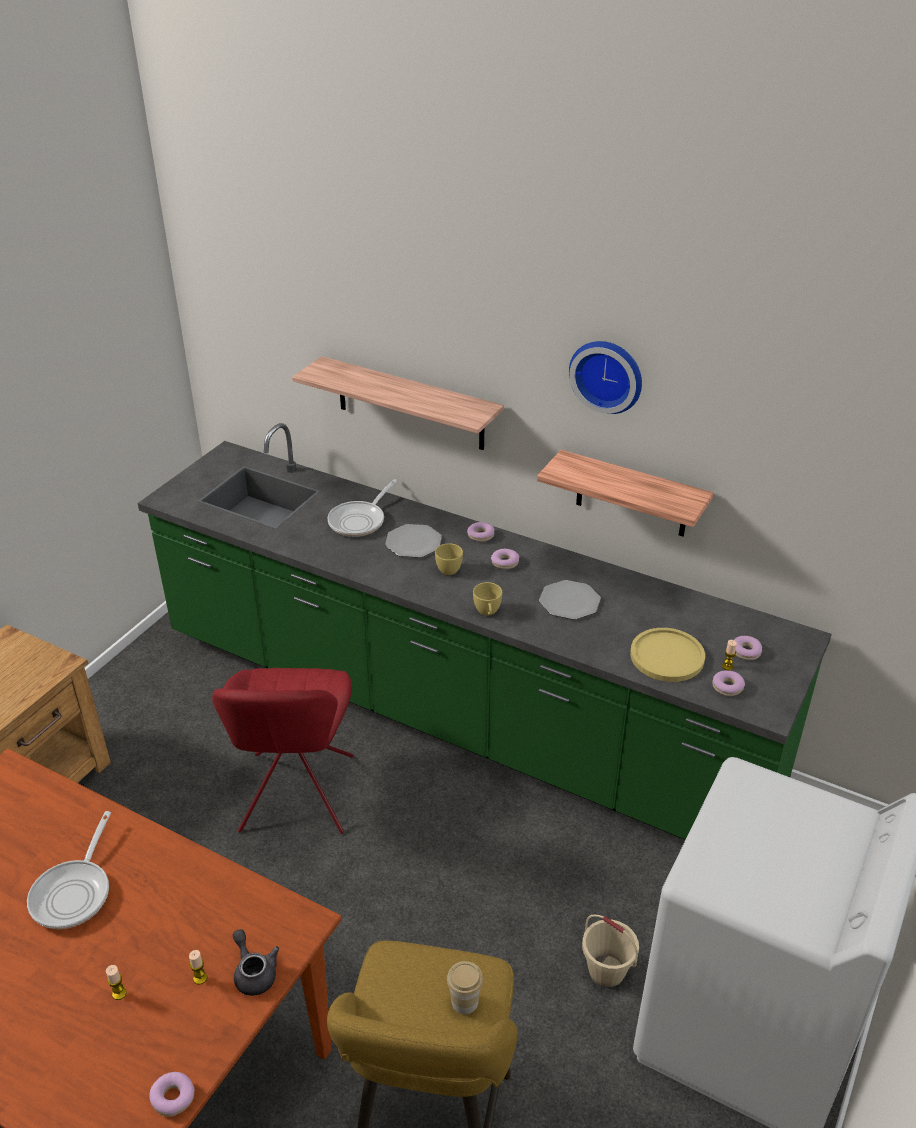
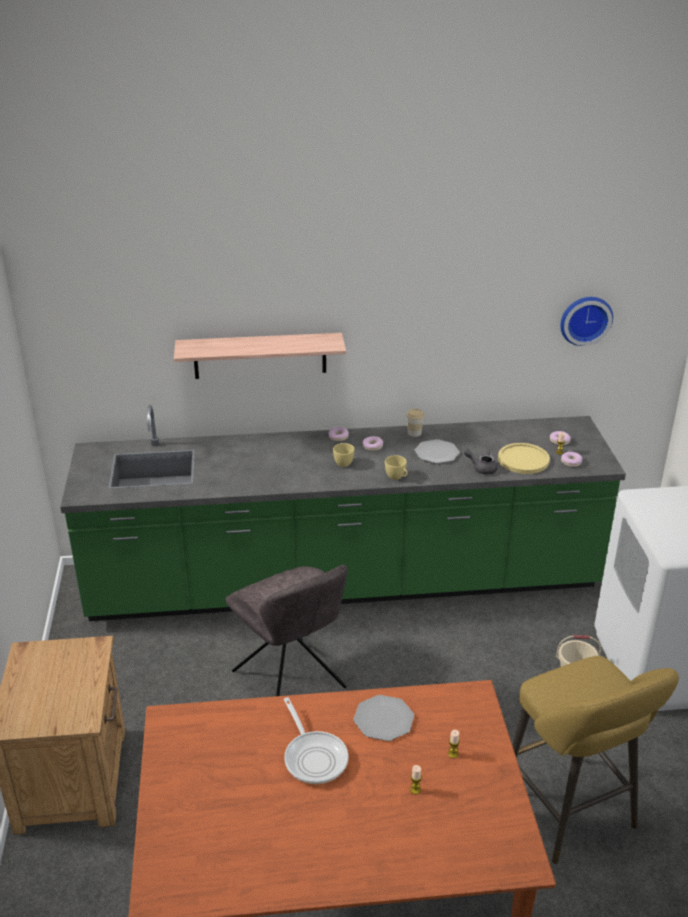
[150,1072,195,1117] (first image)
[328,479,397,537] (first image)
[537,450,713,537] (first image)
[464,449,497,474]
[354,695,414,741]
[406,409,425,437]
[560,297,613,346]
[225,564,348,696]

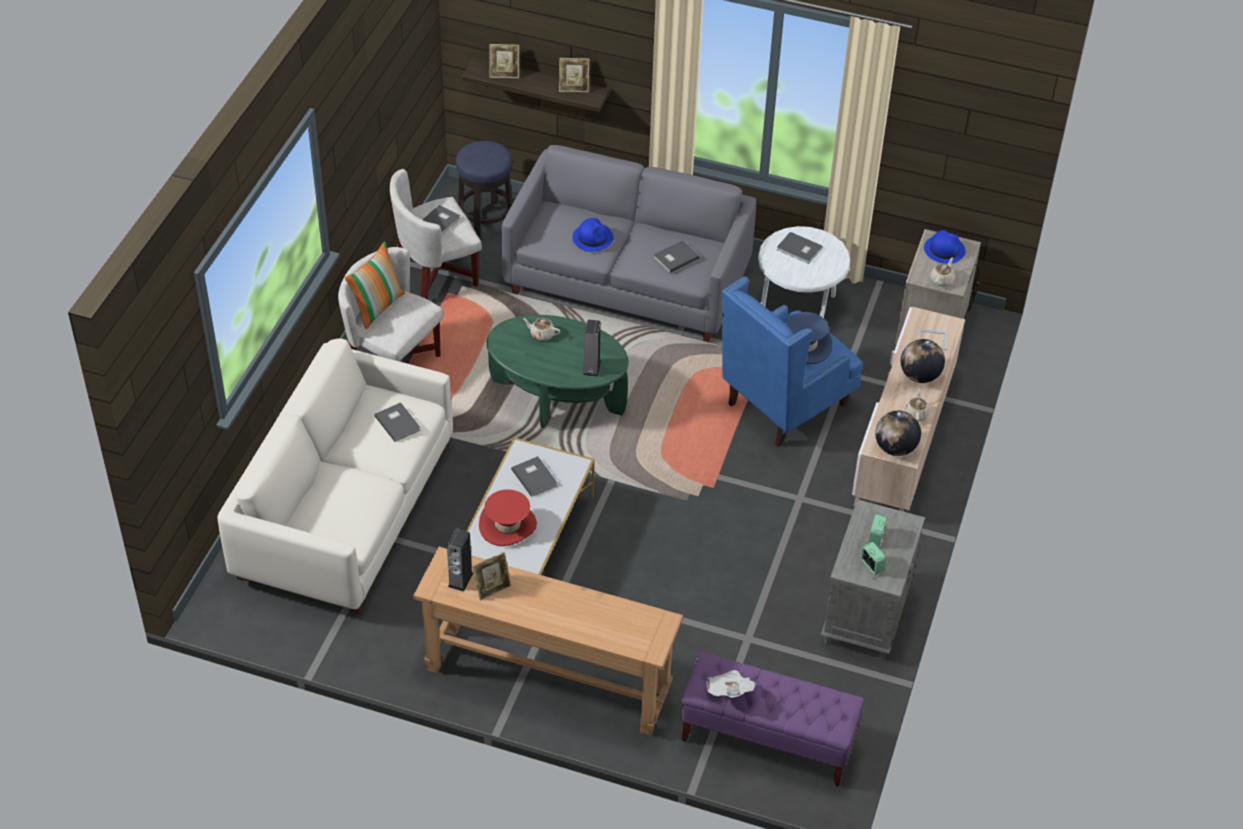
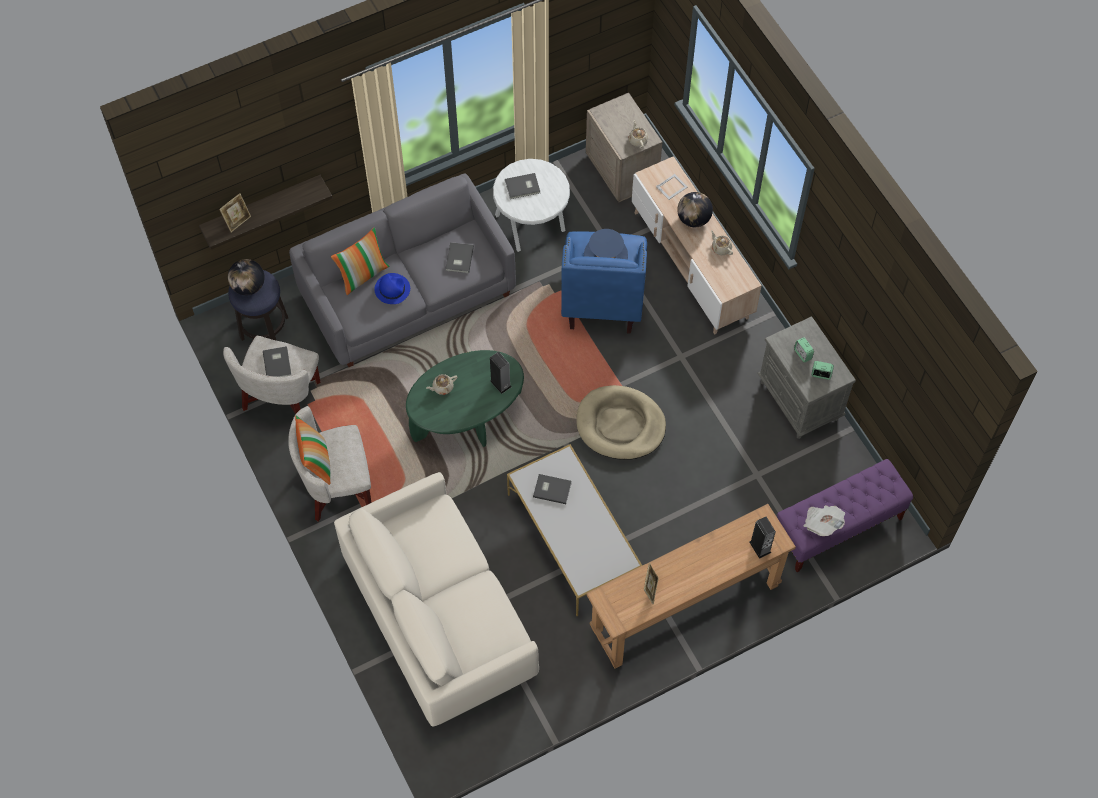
[374,402,421,442] (first image)
[479,489,537,546] (first image)
[559,58,589,92] (first image)
[924,230,966,264] (first image)
[331,227,389,295]
[577,385,666,460]
[750,517,776,559]
[228,259,265,295]

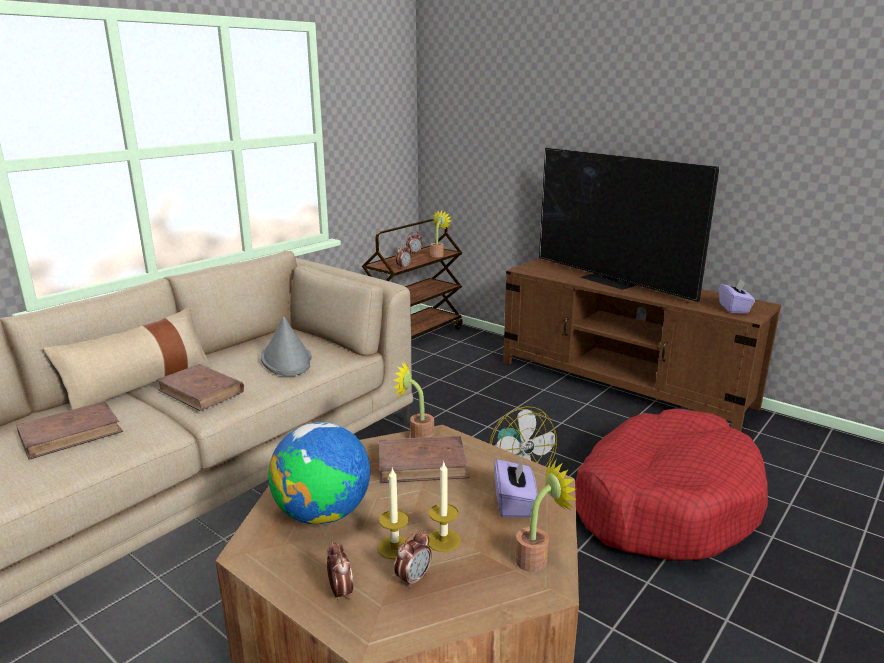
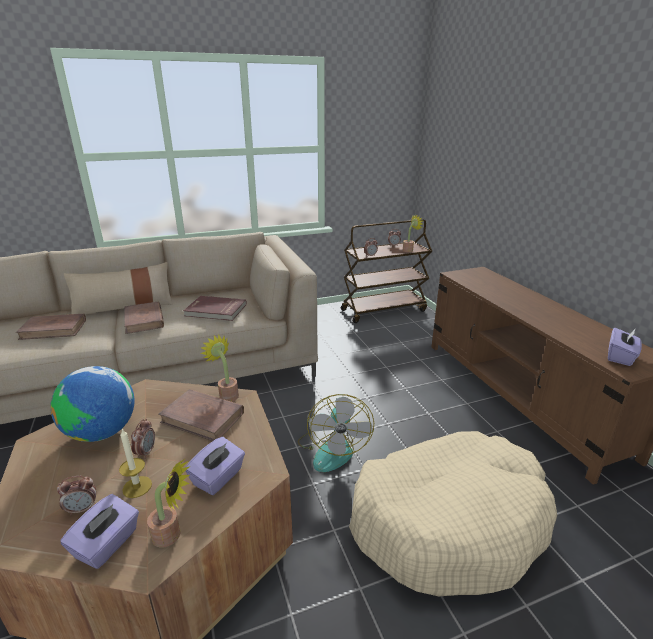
[377,467,409,559] (first image)
[539,148,719,302] (first image)
[60,494,139,569]
[131,419,155,459]
[183,296,247,321]
[349,431,557,596]

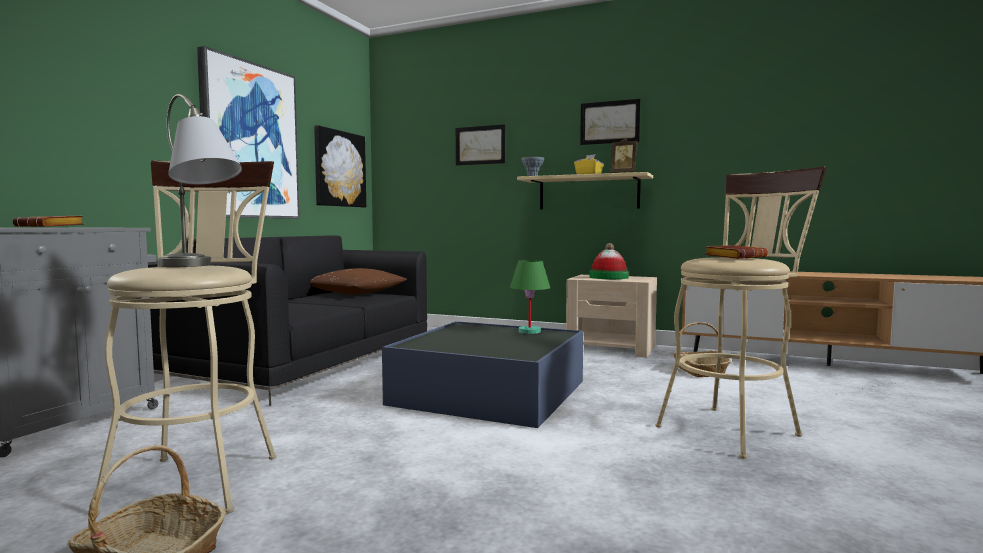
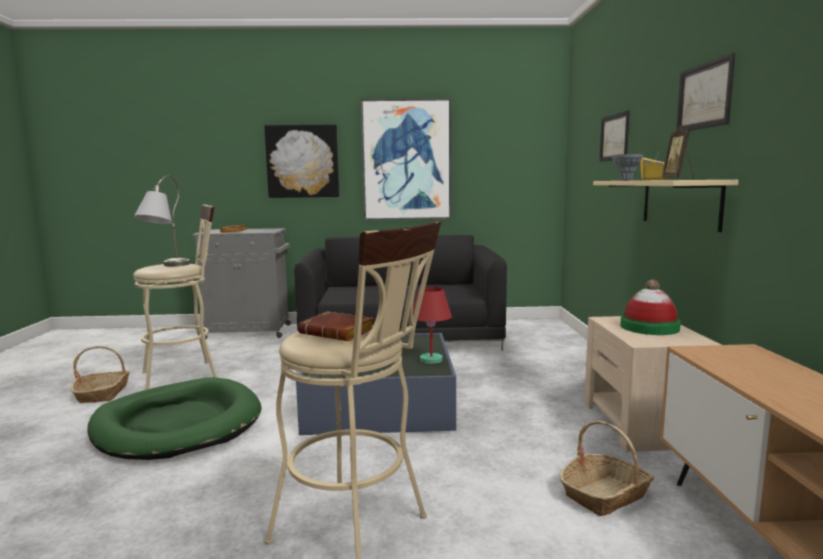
[310,268,407,294] (first image)
[88,377,262,460]
[264,124,339,198]
[413,287,452,364]

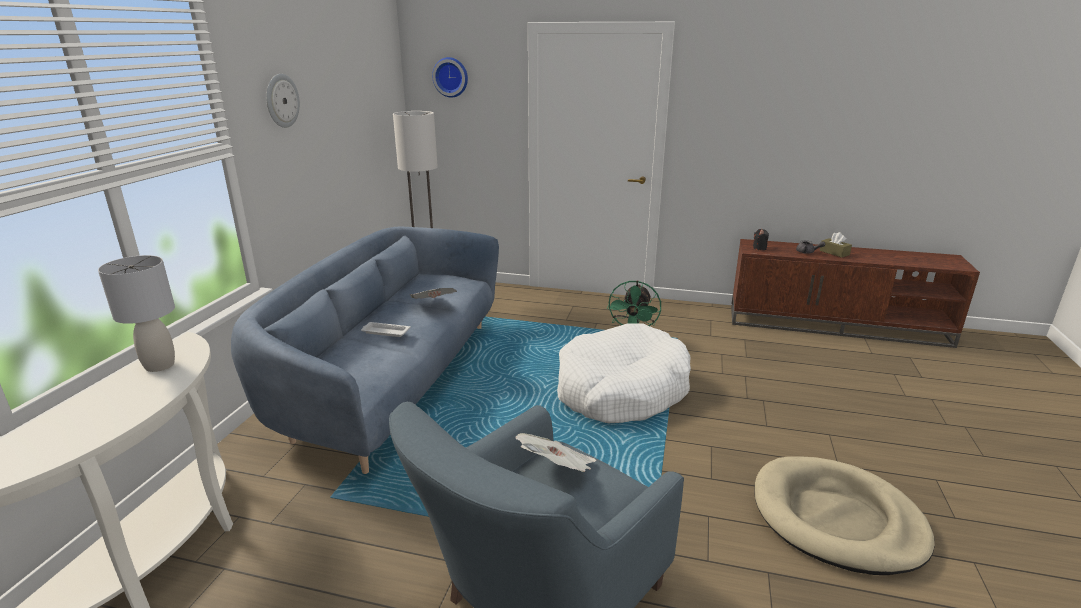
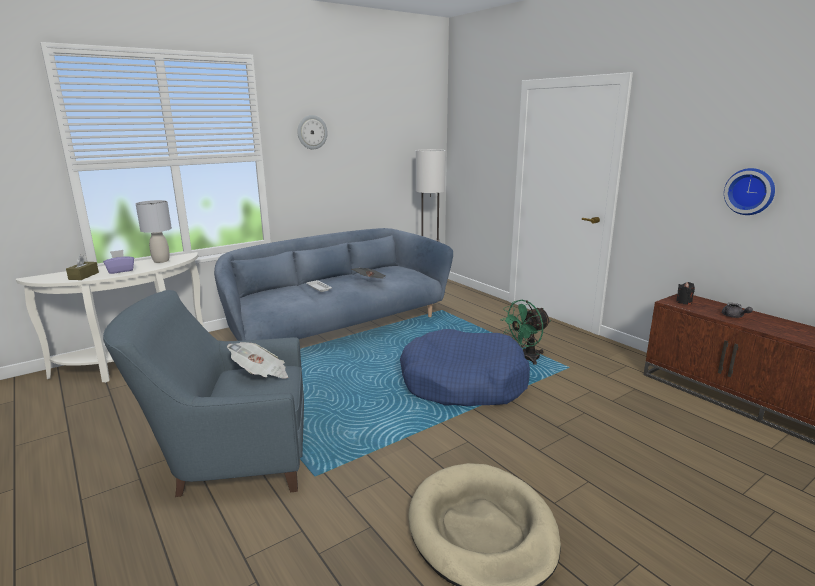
[103,250,134,274]
[724,168,775,215]
[66,254,99,280]
[400,329,530,406]

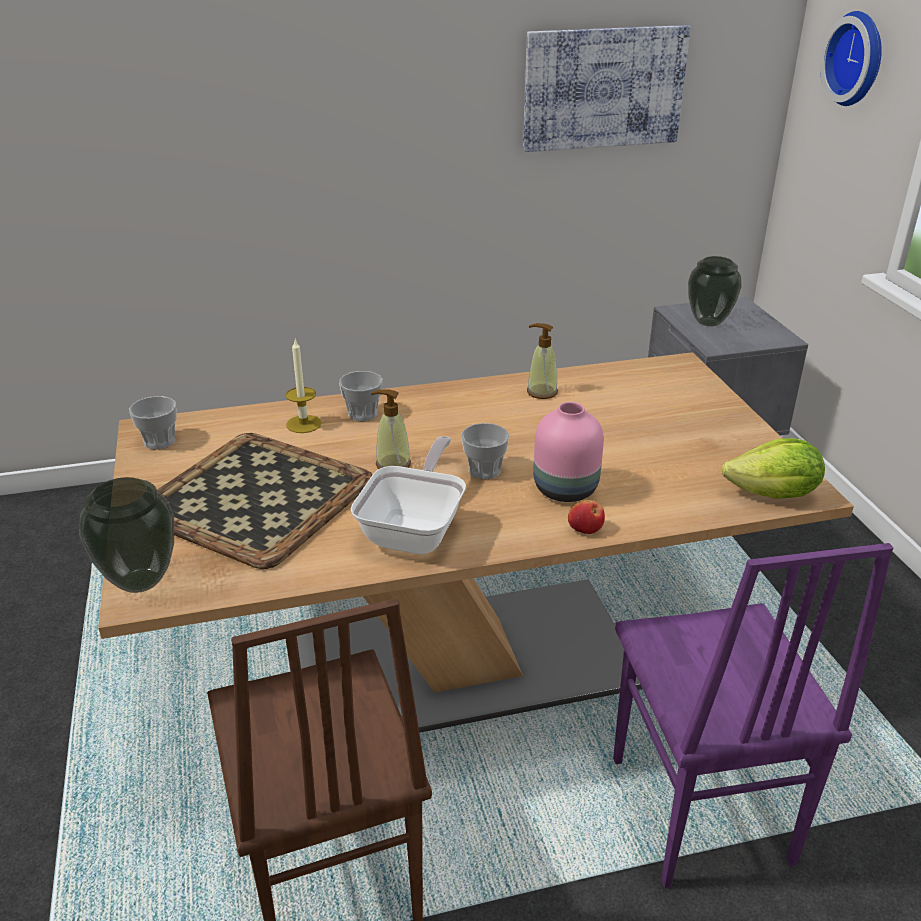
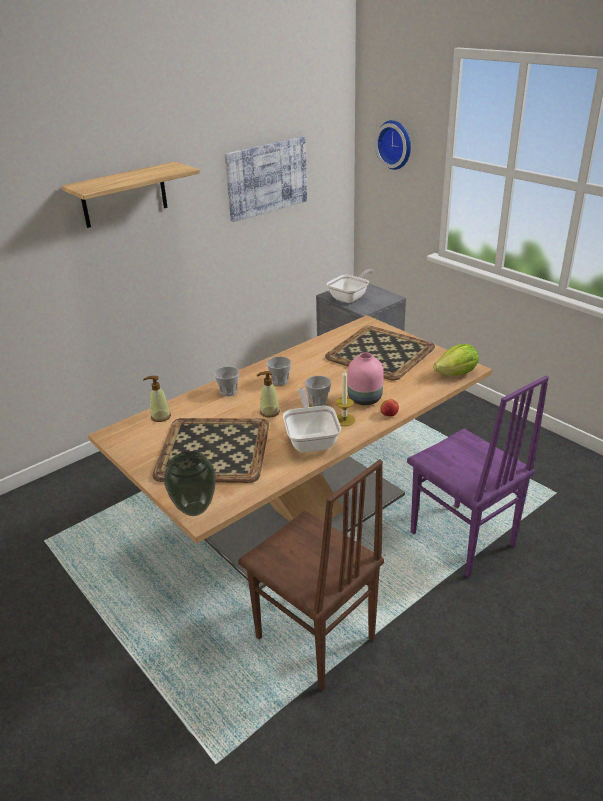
[61,161,200,228]
[325,326,435,380]
[267,356,291,386]
[335,369,355,426]
[143,376,171,422]
[327,269,374,303]

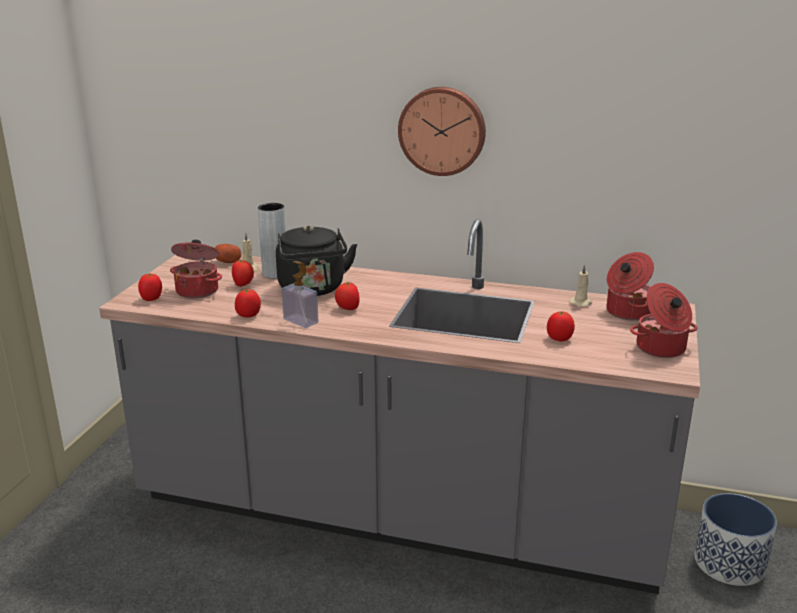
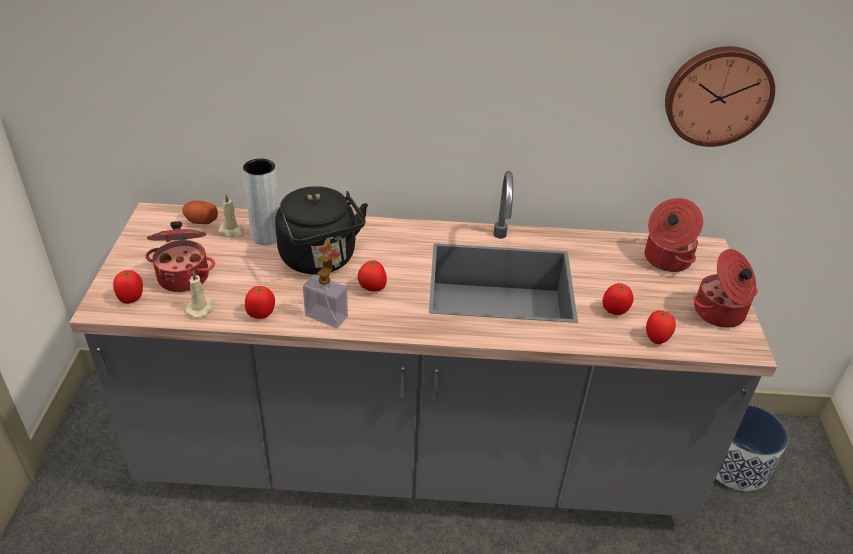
[646,309,676,344]
[665,46,775,147]
[185,271,214,318]

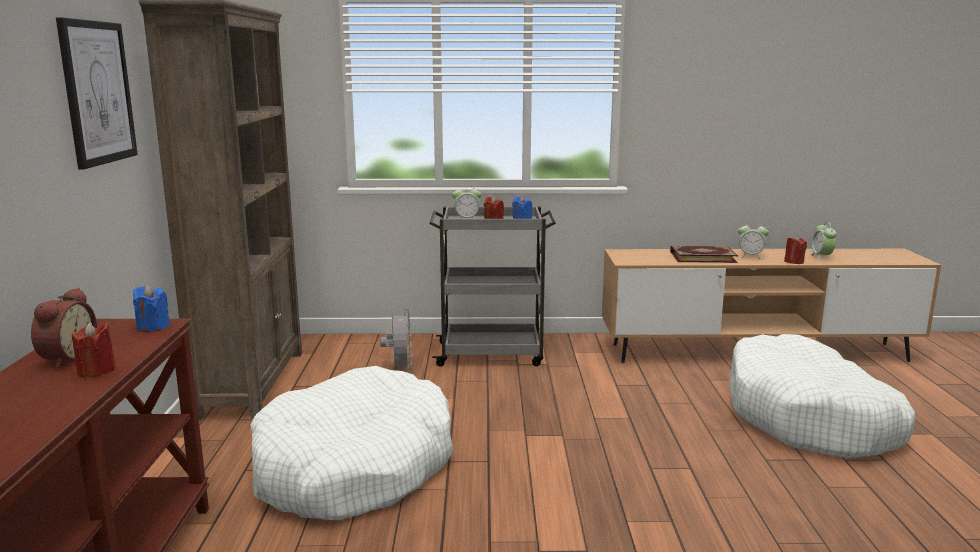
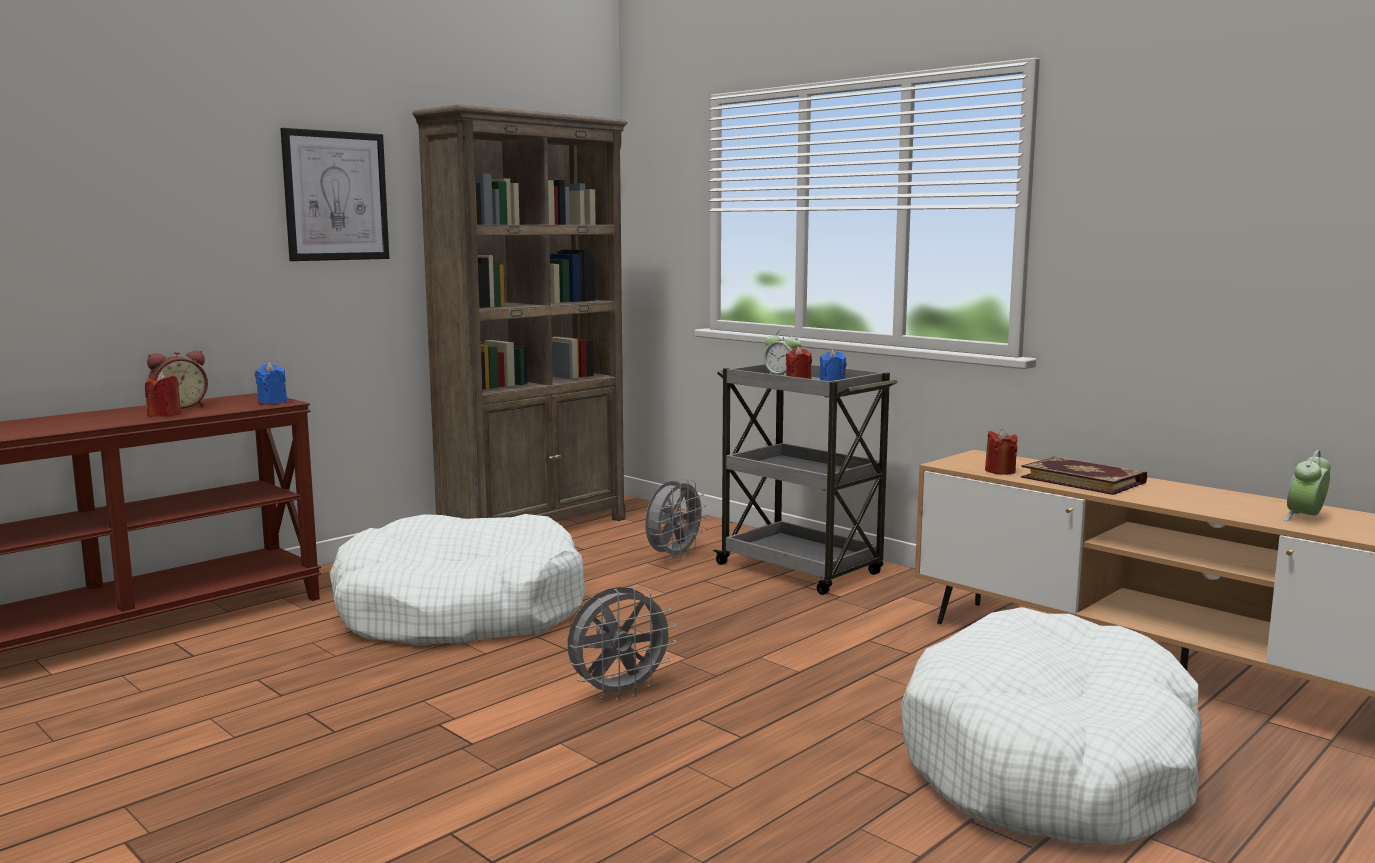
[738,221,769,259] (first image)
[568,586,677,701]
[985,429,1017,475]

